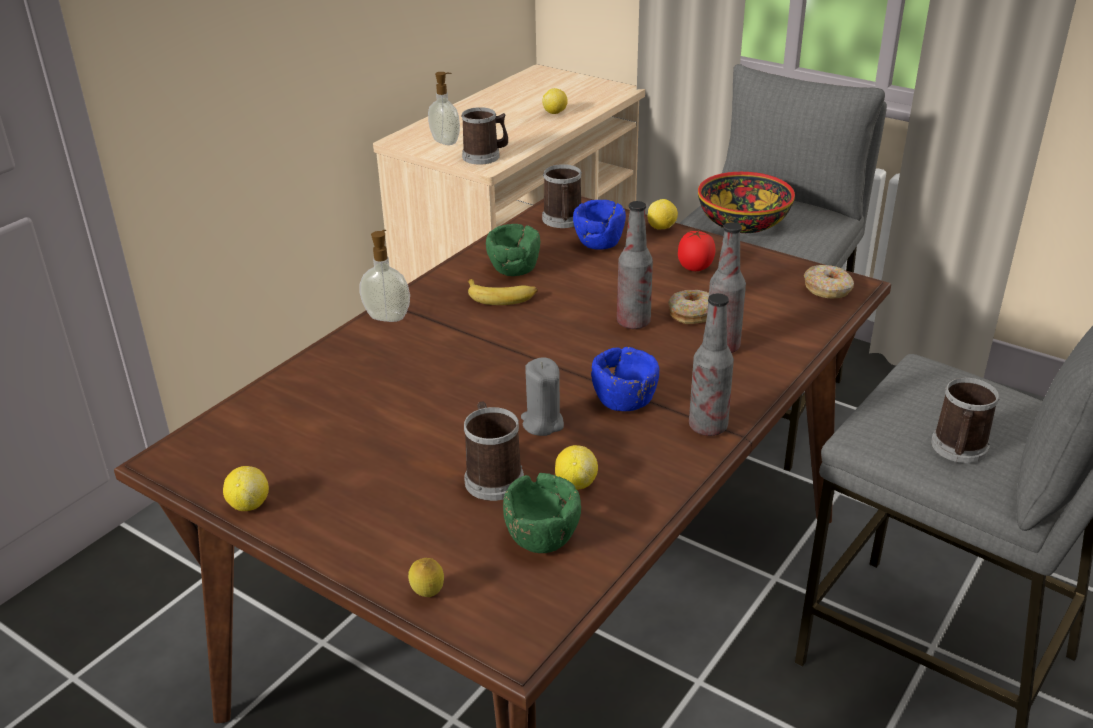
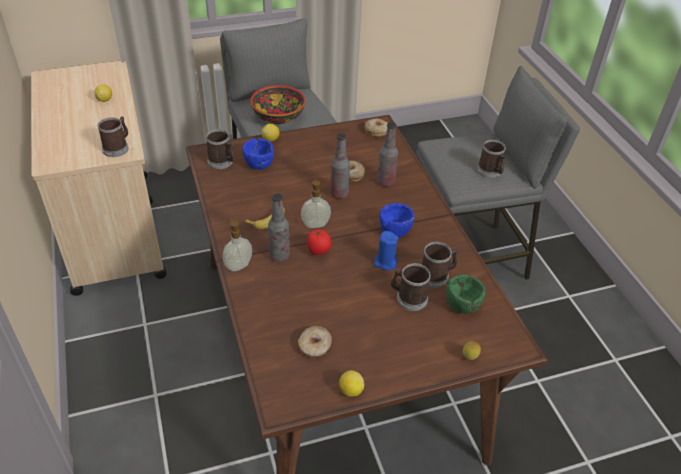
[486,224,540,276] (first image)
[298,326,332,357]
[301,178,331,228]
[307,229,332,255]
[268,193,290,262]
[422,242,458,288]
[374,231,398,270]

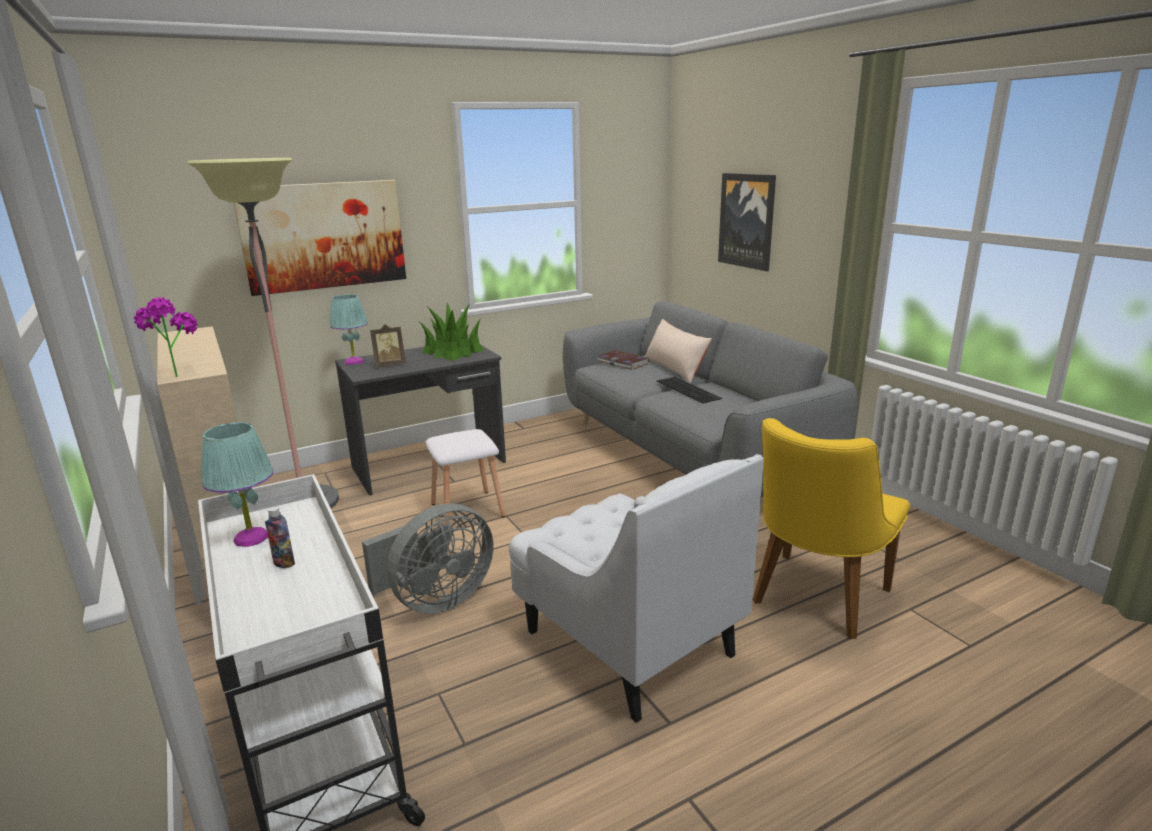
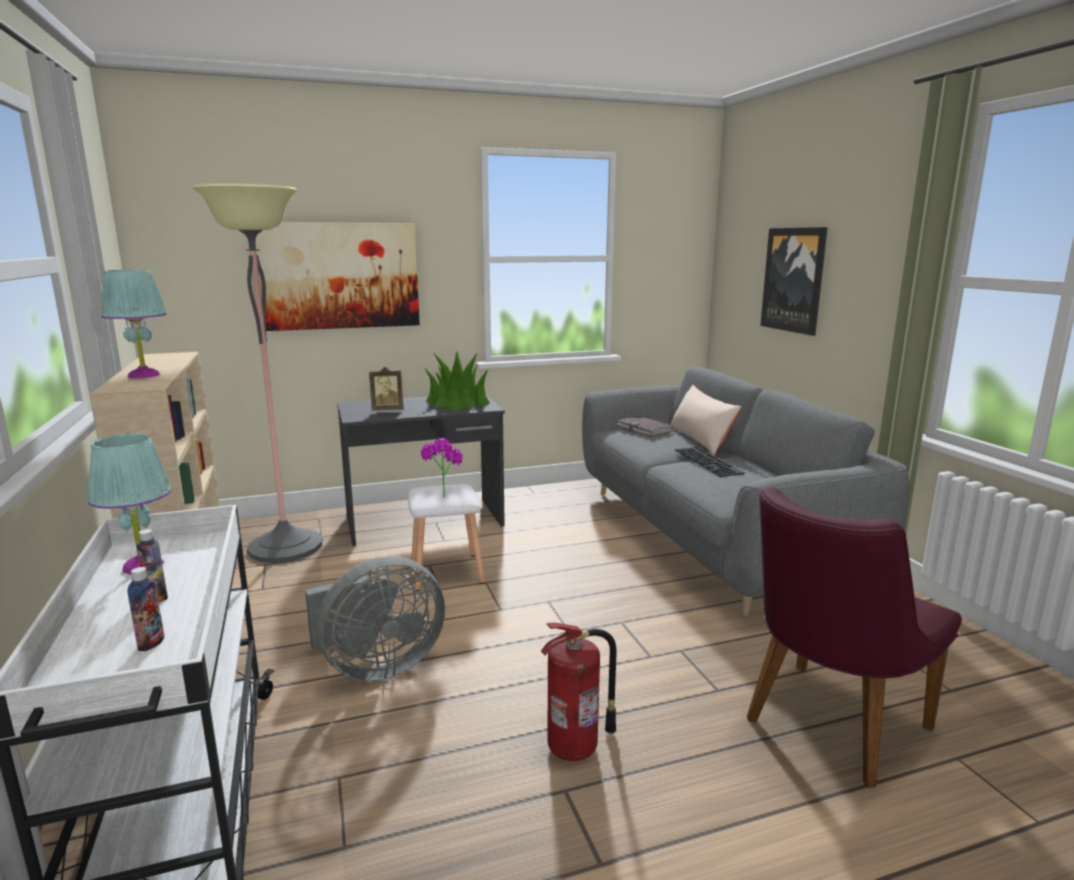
[128,567,165,651]
[421,438,463,498]
[101,270,166,378]
[541,622,617,761]
[747,487,962,788]

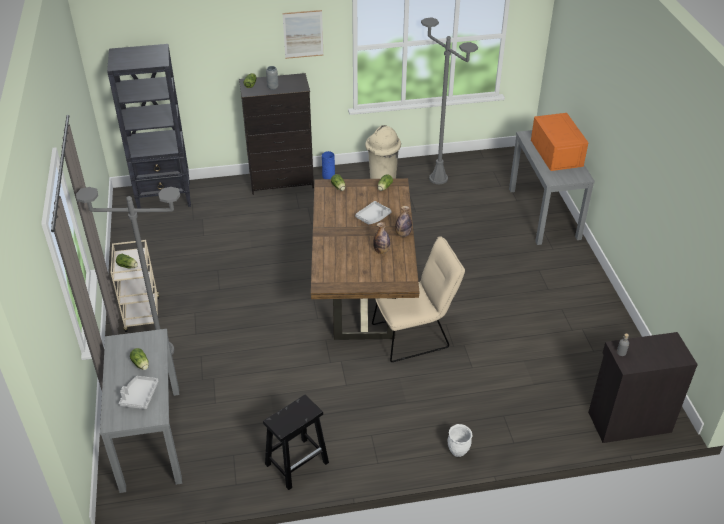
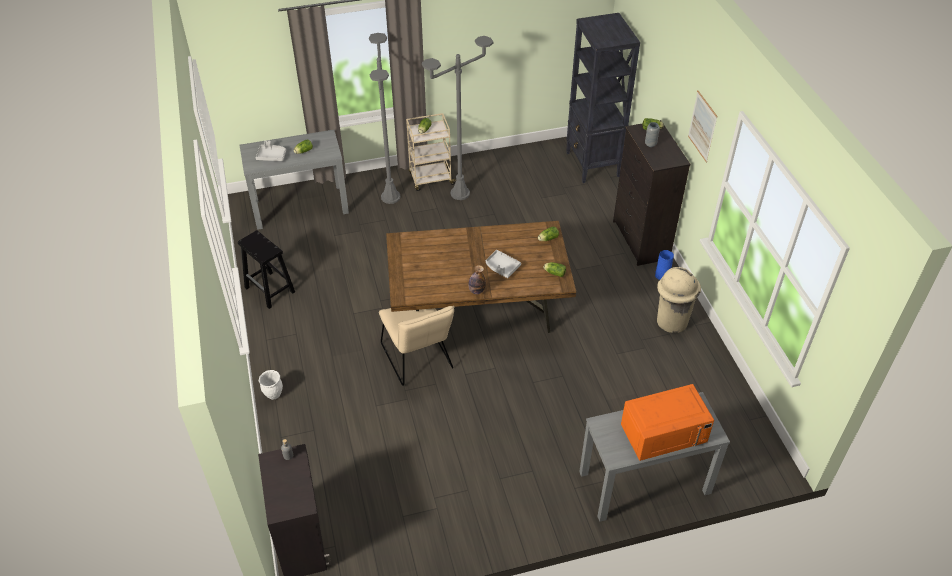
[373,222,390,254] (first image)
[422,36,493,200]

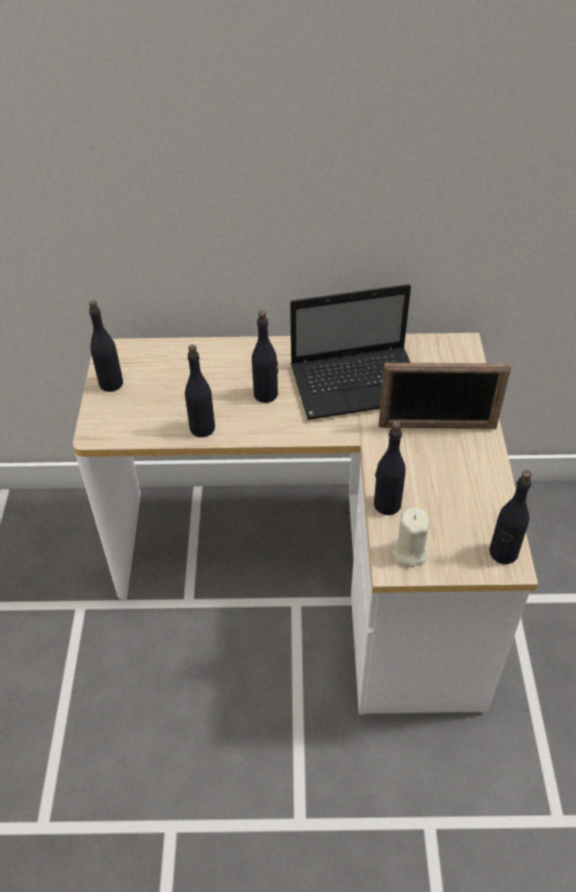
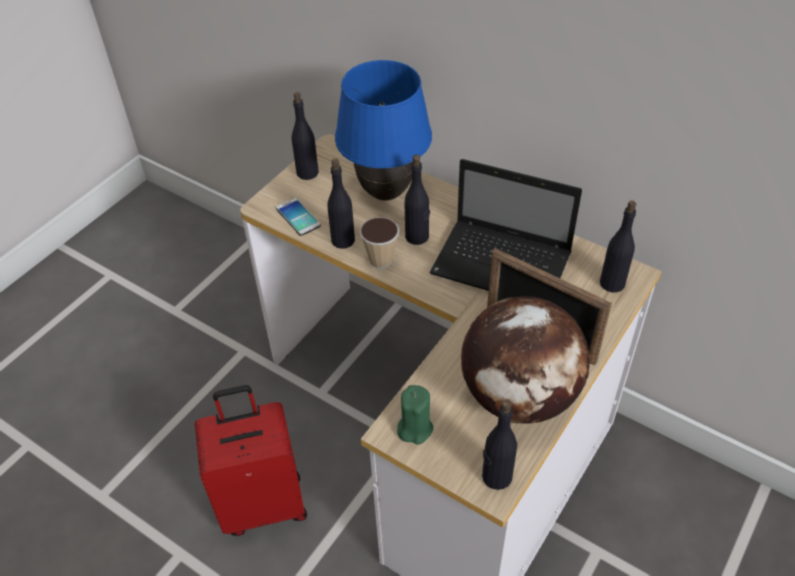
[195,385,307,536]
[276,198,321,236]
[335,60,432,201]
[360,217,399,269]
[461,296,590,424]
[600,201,636,293]
[397,385,433,444]

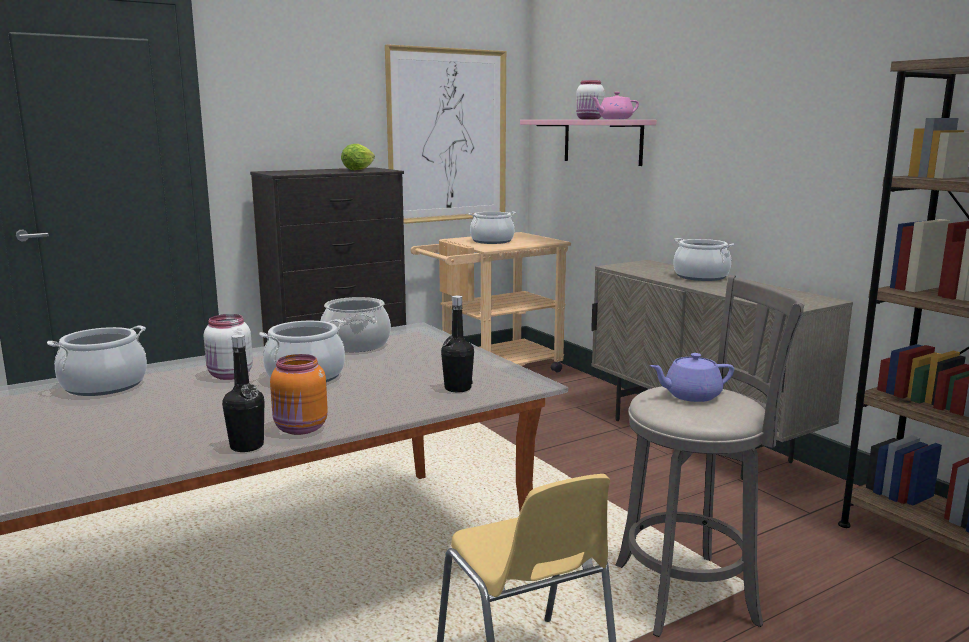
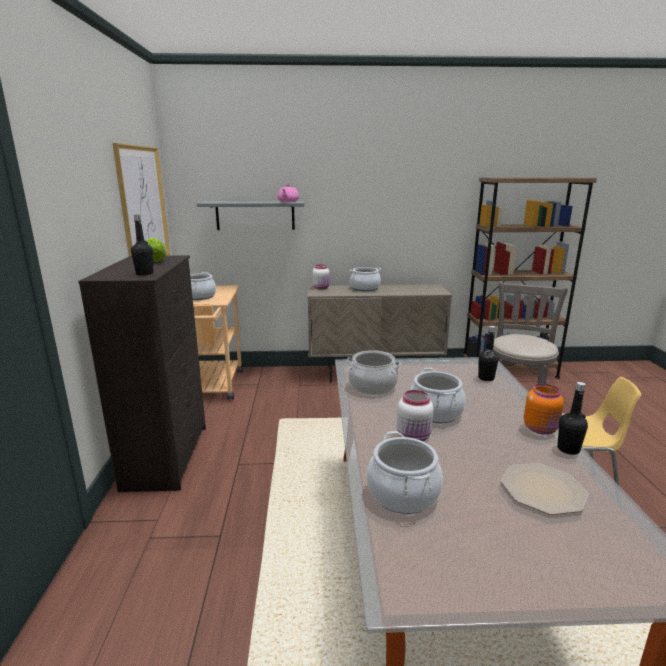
[650,353,734,402] (first image)
[131,215,153,276]
[501,463,588,515]
[312,264,330,290]
[197,201,305,230]

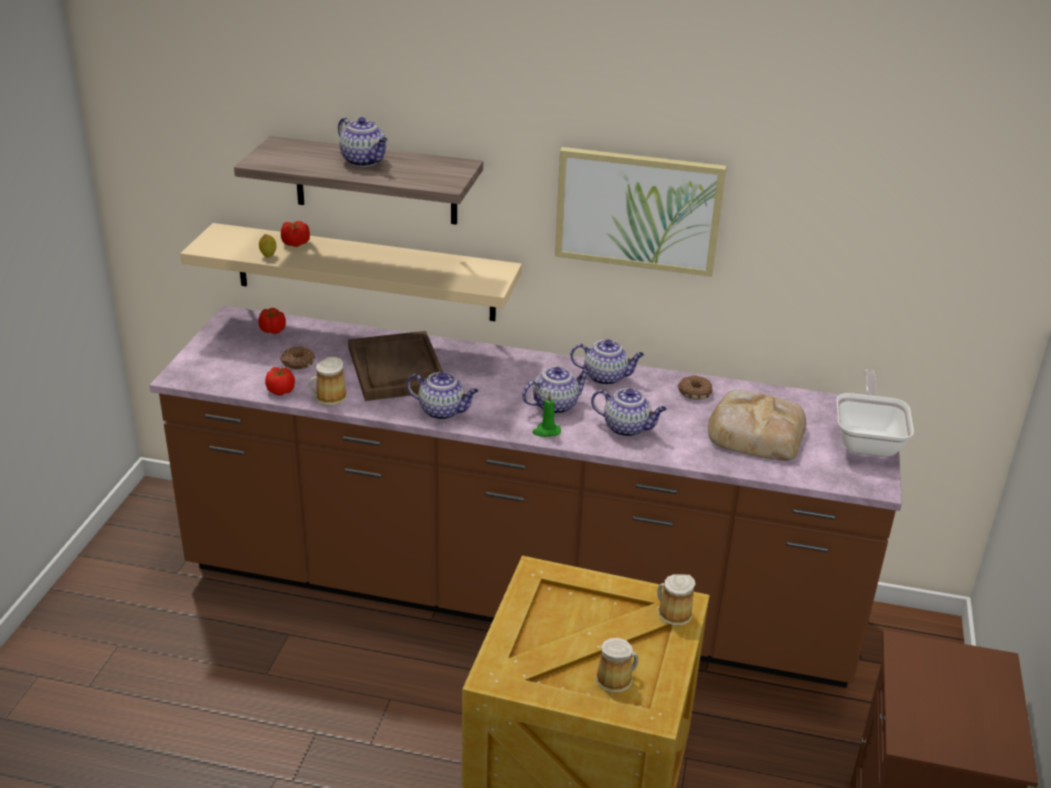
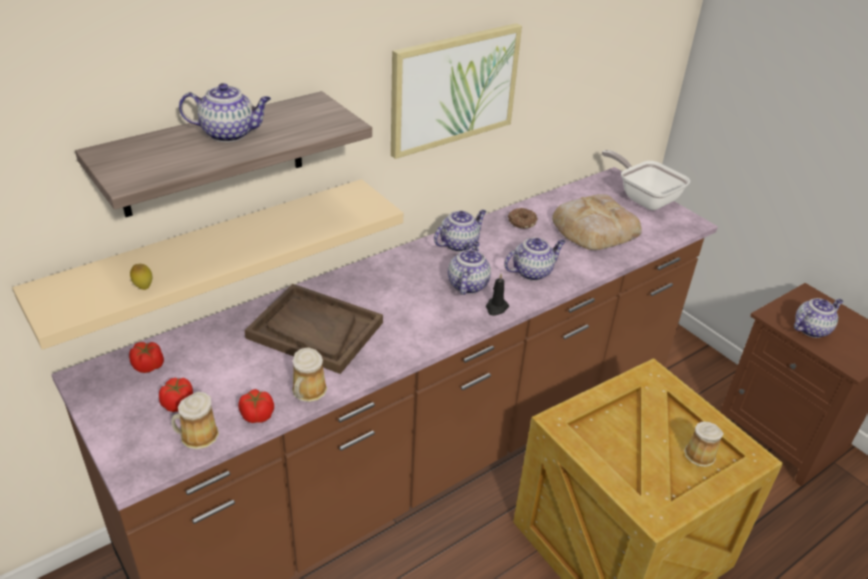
[280,346,315,369] (first image)
[159,378,193,412]
[794,298,843,338]
[171,392,219,450]
[486,274,509,316]

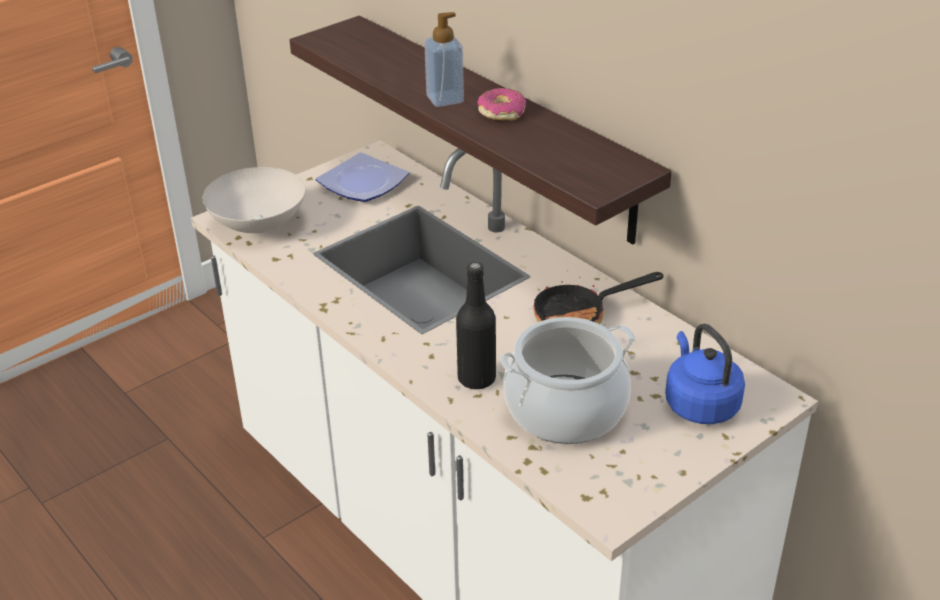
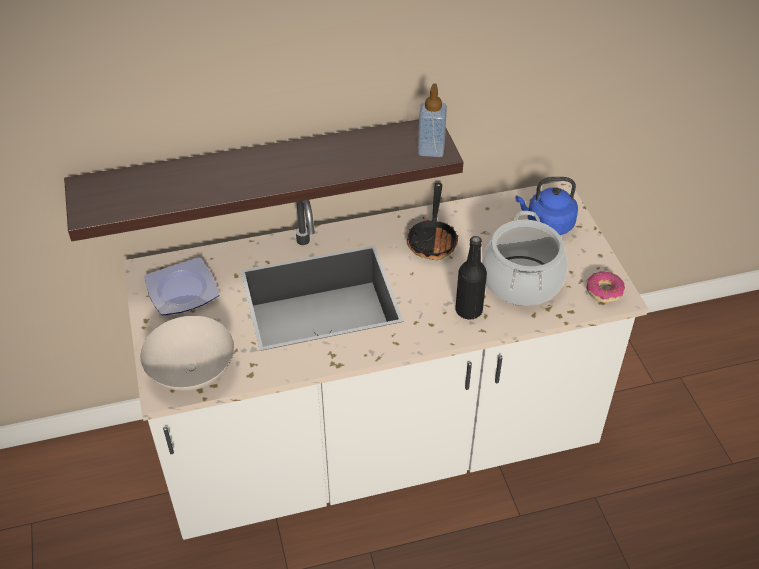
[418,83,447,157]
[586,271,625,303]

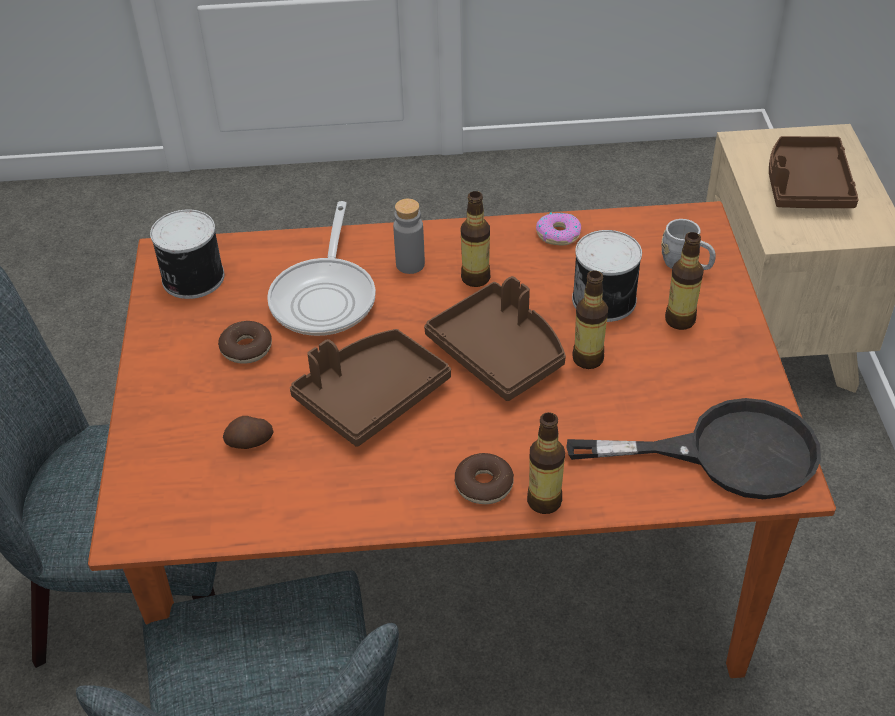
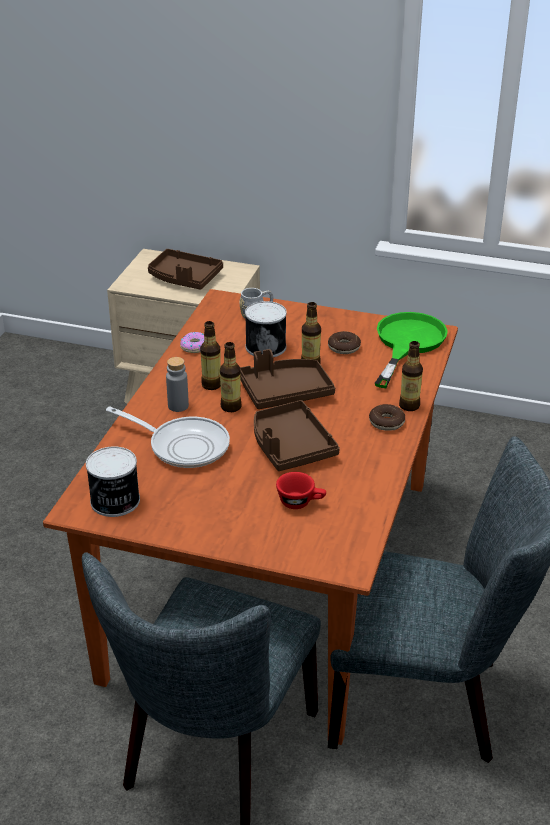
[328,331,361,354]
[220,342,242,412]
[276,472,326,509]
[375,312,448,388]

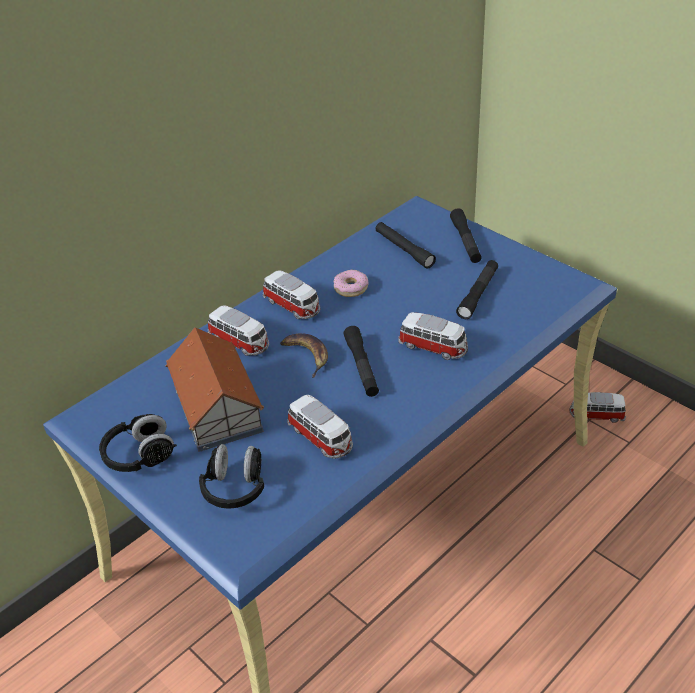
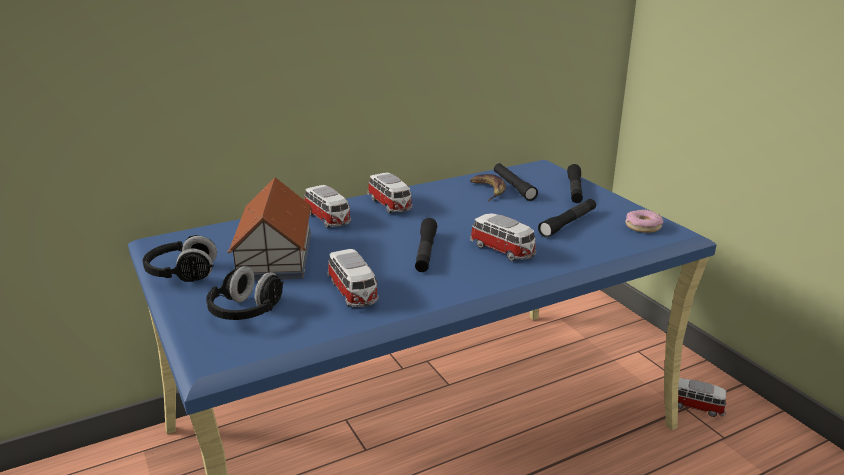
[470,174,506,201]
[625,210,663,233]

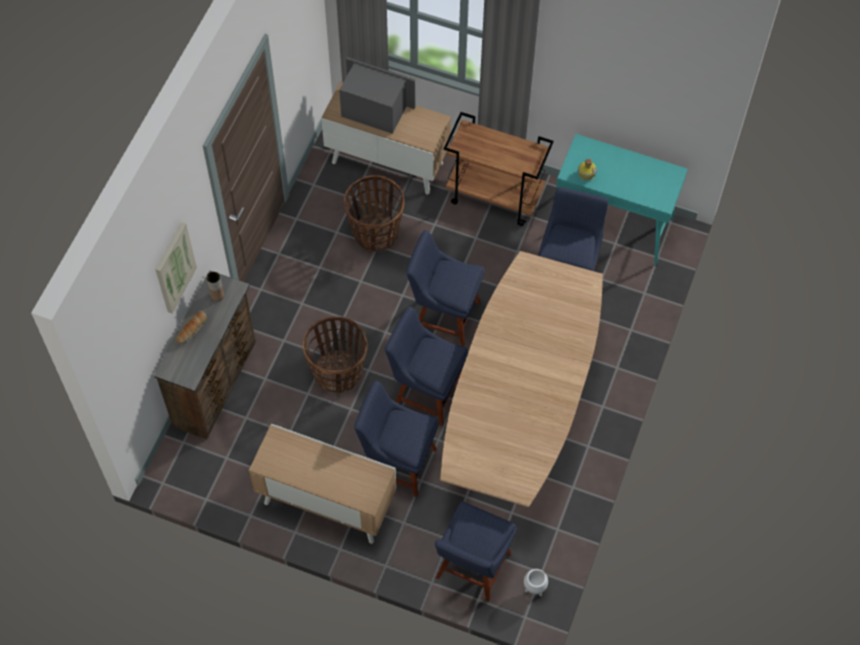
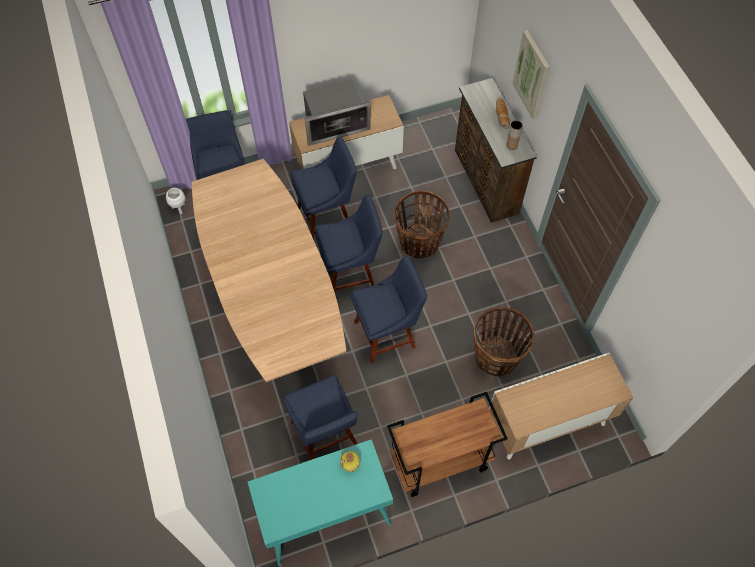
[303,79,371,146]

